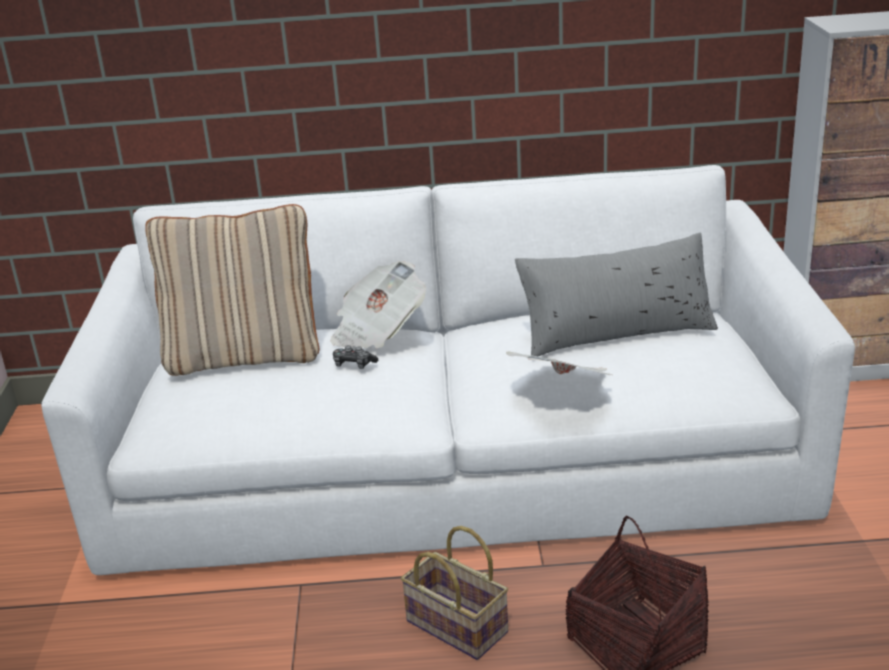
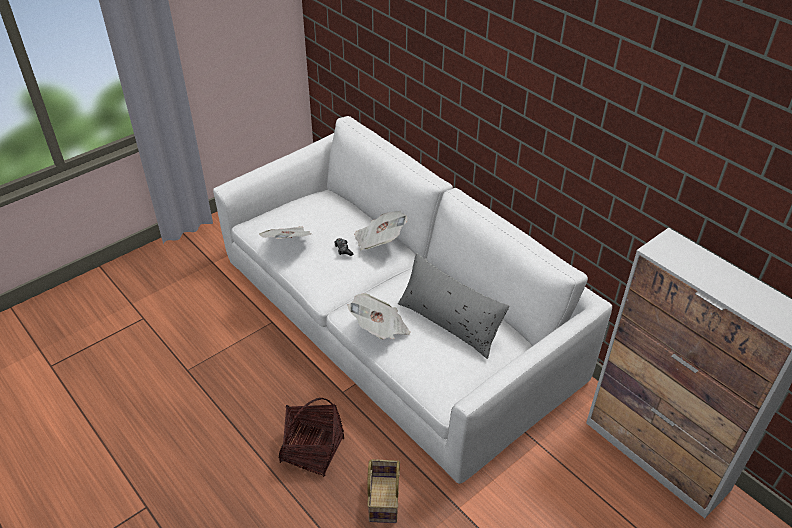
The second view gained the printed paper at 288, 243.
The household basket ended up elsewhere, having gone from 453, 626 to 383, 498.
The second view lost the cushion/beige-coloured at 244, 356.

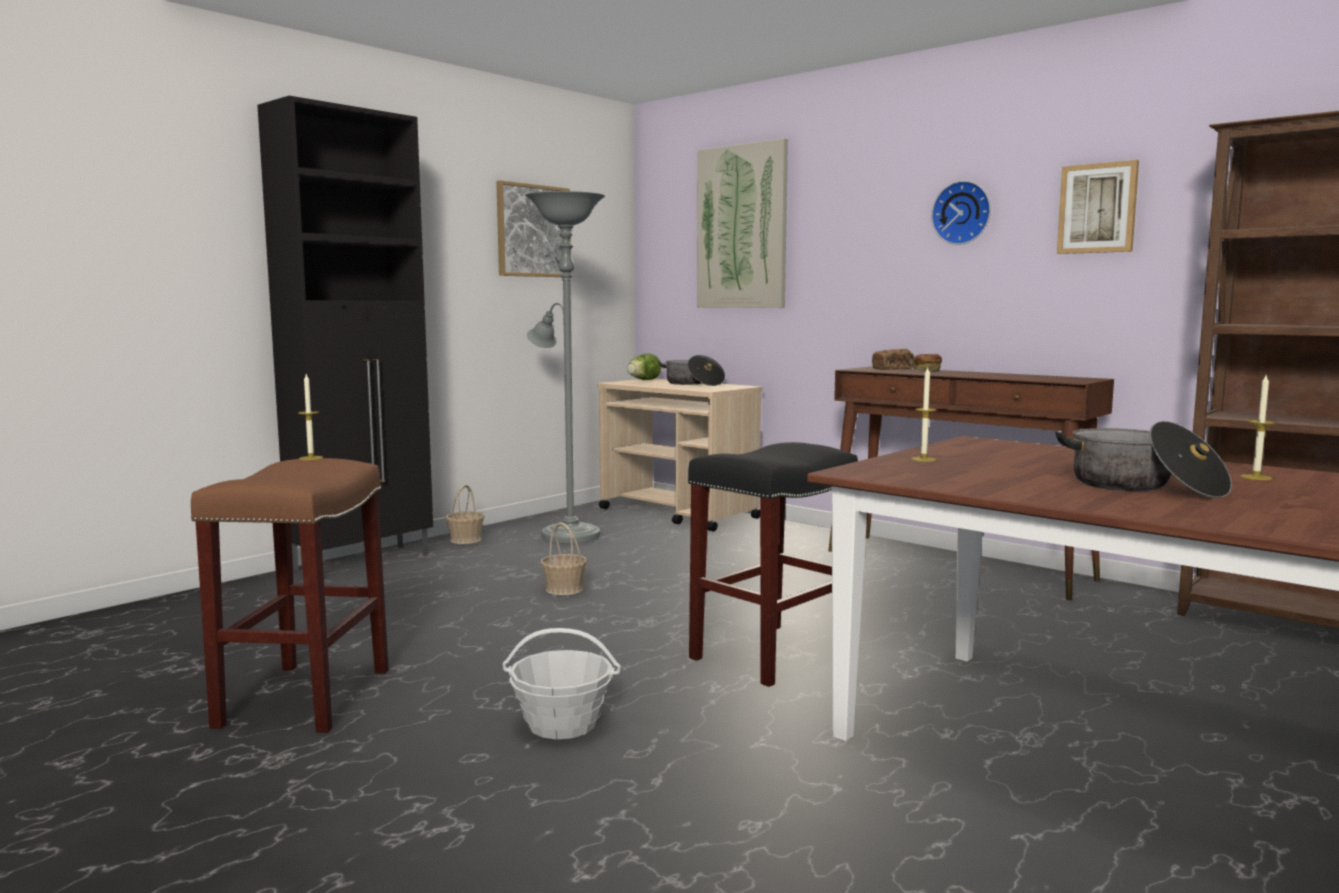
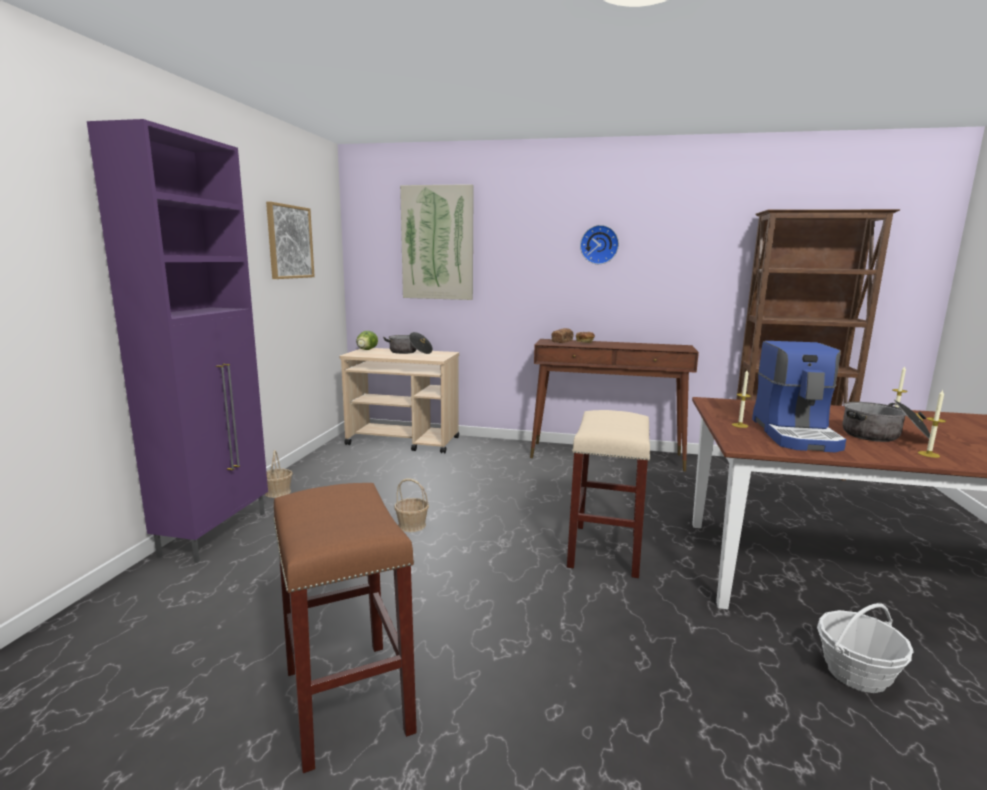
What was the cupboard/black-coloured at 365, 562 turned into the cupboard/purplish at 217, 533.
What was the sitting stool/black-coloured at 771, 653 turned into the sitting stool/beige-coloured at 604, 549.
The second view gained the coffee machine at 796, 434.
The household basket ended up elsewhere, having gone from 562, 724 to 856, 673.
The candle ended up elsewhere, having gone from 311, 458 to 928, 454.
The second view lost the floor lamp/gray at 566, 534.
The second view lost the wall art at 1097, 208.

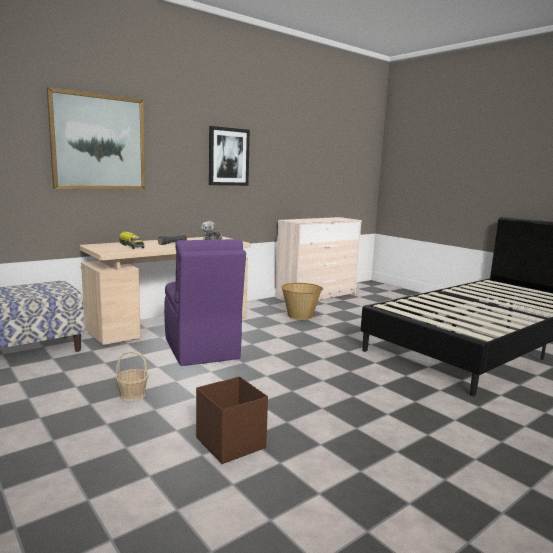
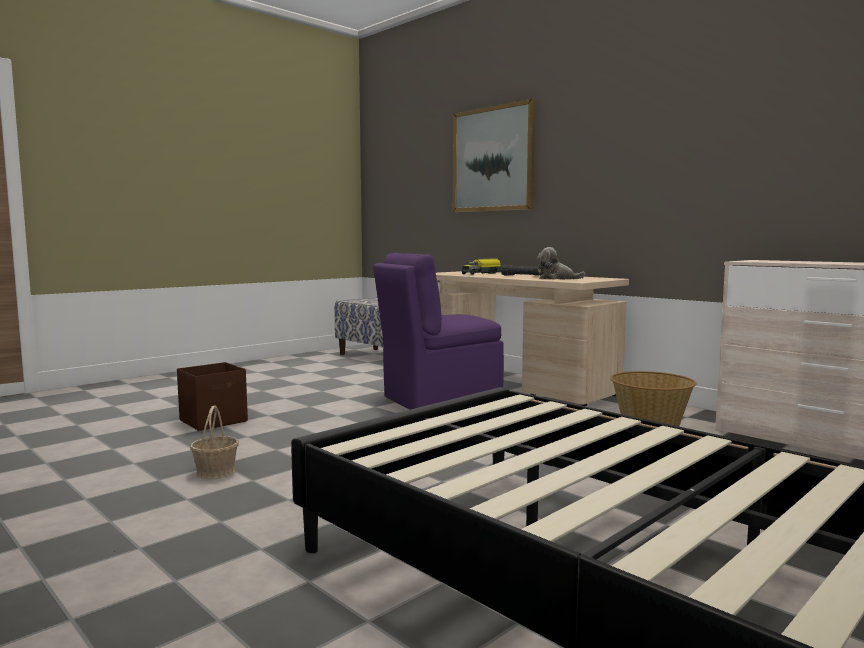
The household basket ended up elsewhere, having gone from 132, 394 to 216, 472.
The second view lost the wall art at 228, 157.

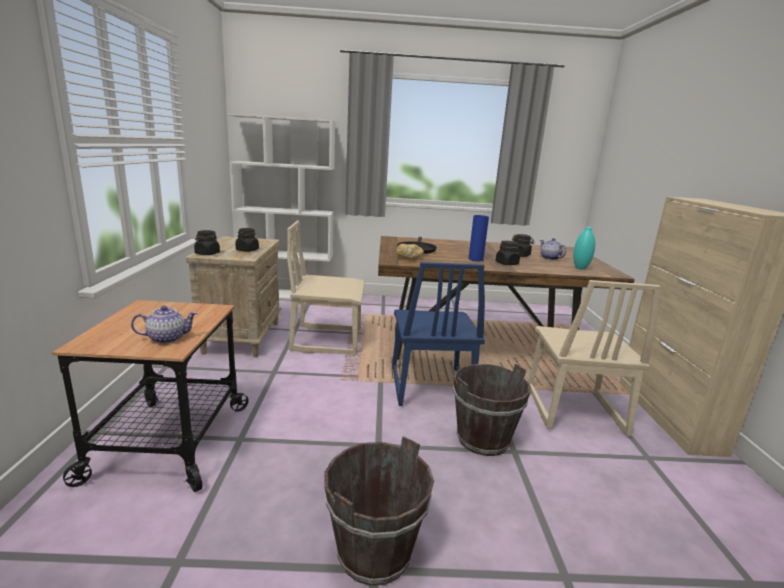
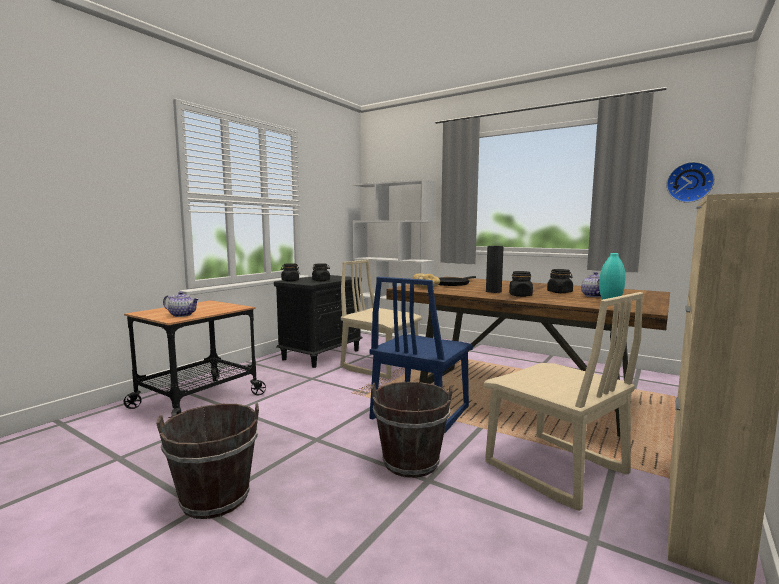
What was the night table/beige-coloured at 242, 337 turned into the night table/black-coloured at 321, 354.
The plain chair/beige-coloured at 572, 410 ended up facing another way, 75 degrees counterclockwise from before.
What was the decorative vase/bluish at 475, 259 turned into the decorative vase/black-coloured at 493, 291.
The second view gained the hanging clock at 689, 182.

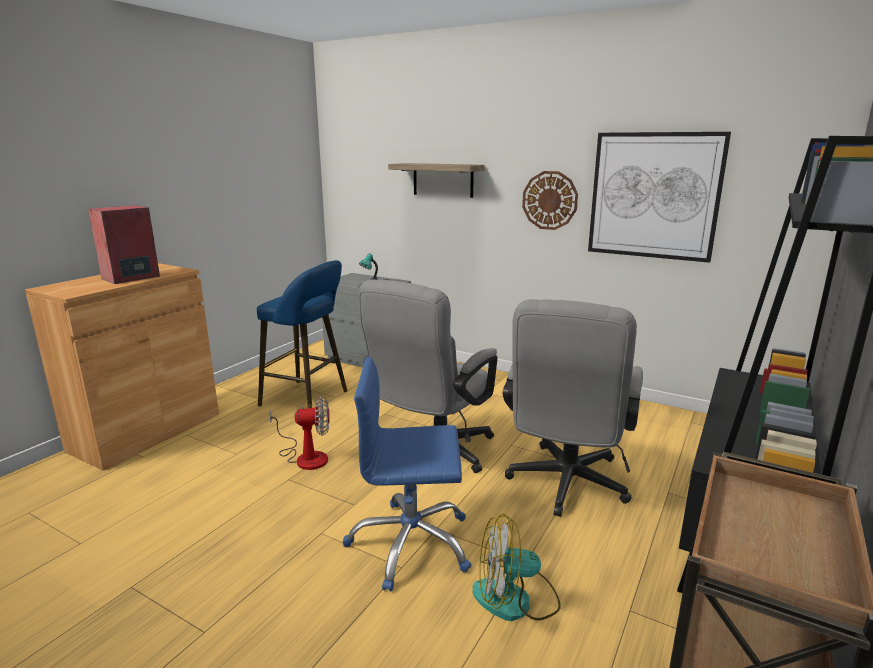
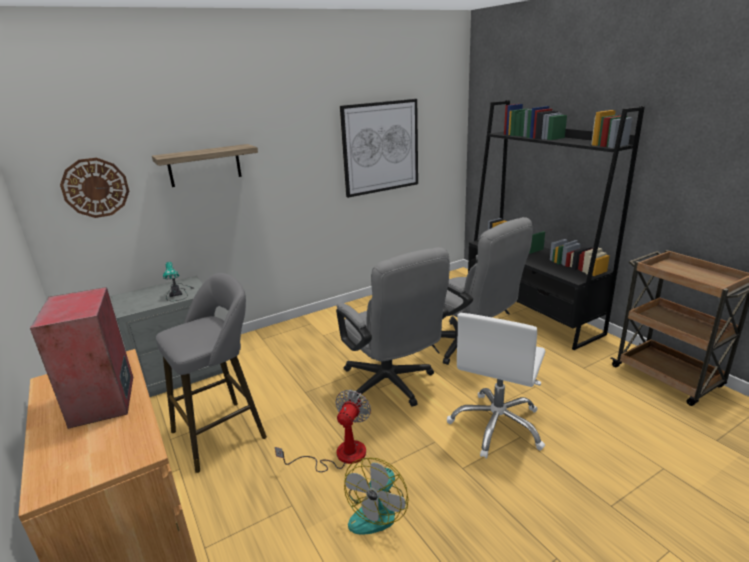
The hanging clock ended up elsewhere, having gone from 549, 200 to 95, 188.
What was the sitting stool/bluish at 308, 399 turned into the sitting stool/gray at 224, 432.
The cooling fan ended up elsewhere, having gone from 515, 599 to 377, 510.
What was the computer chair/bluish at 410, 544 turned into the computer chair/white at 497, 426.

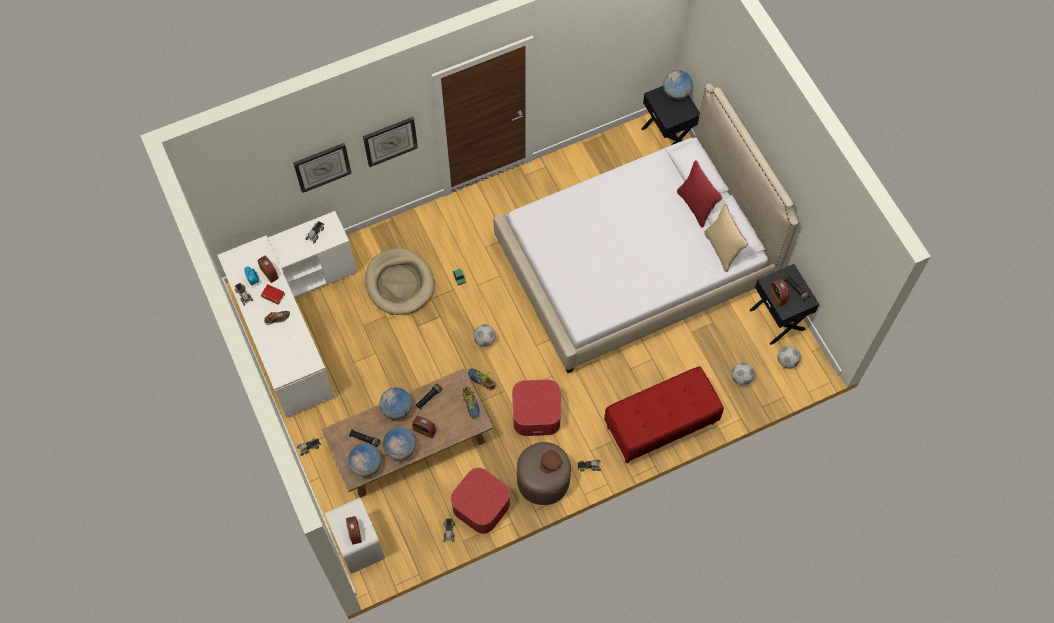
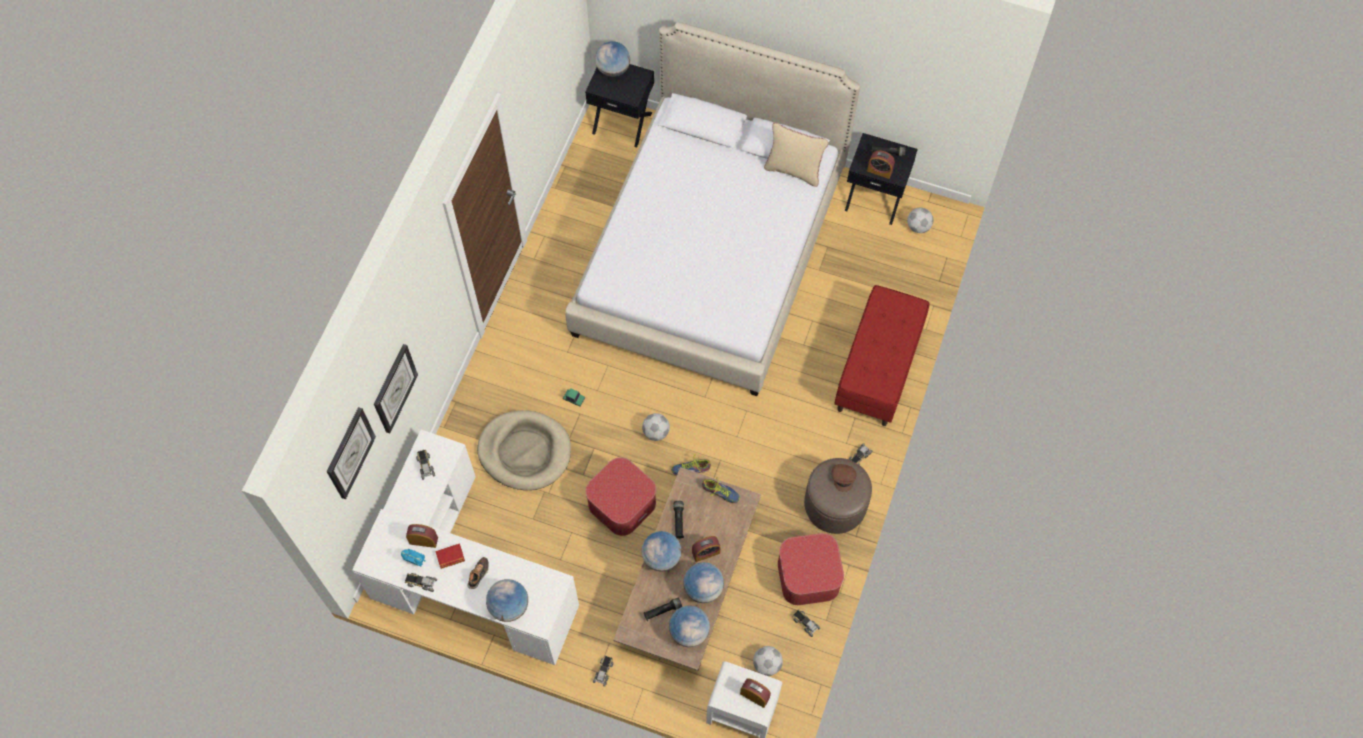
The hanging clock ended up elsewhere, having gone from 390, 141 to 349, 453.
The second view gained the globe at 509, 606.
The pouffe ended up elsewhere, having gone from 536, 413 to 622, 503.
The ball for football ended up elsewhere, having gone from 741, 378 to 766, 664.
The second view lost the cushion/red-coloured at 696, 206.

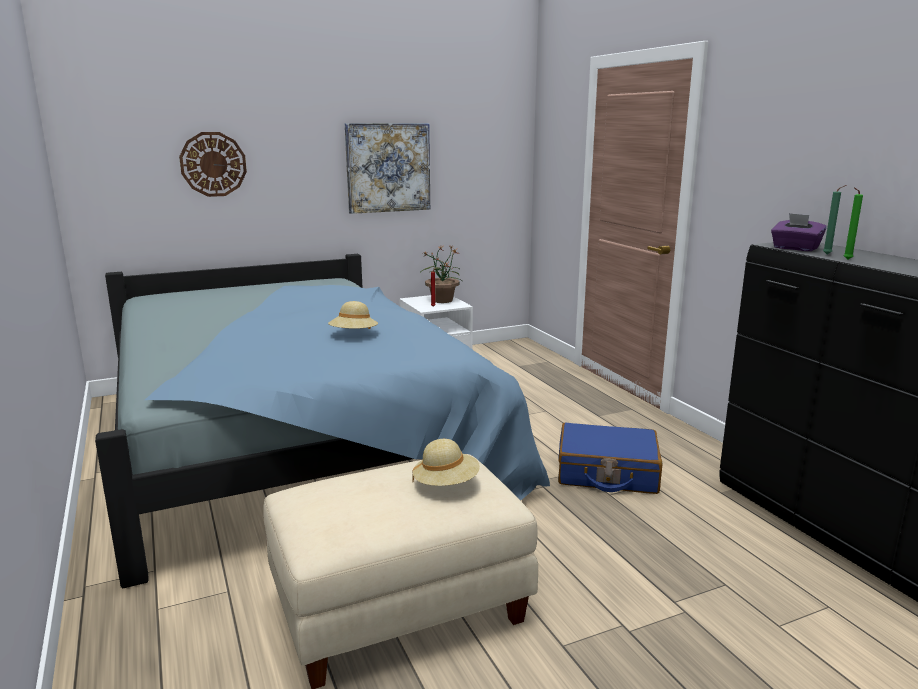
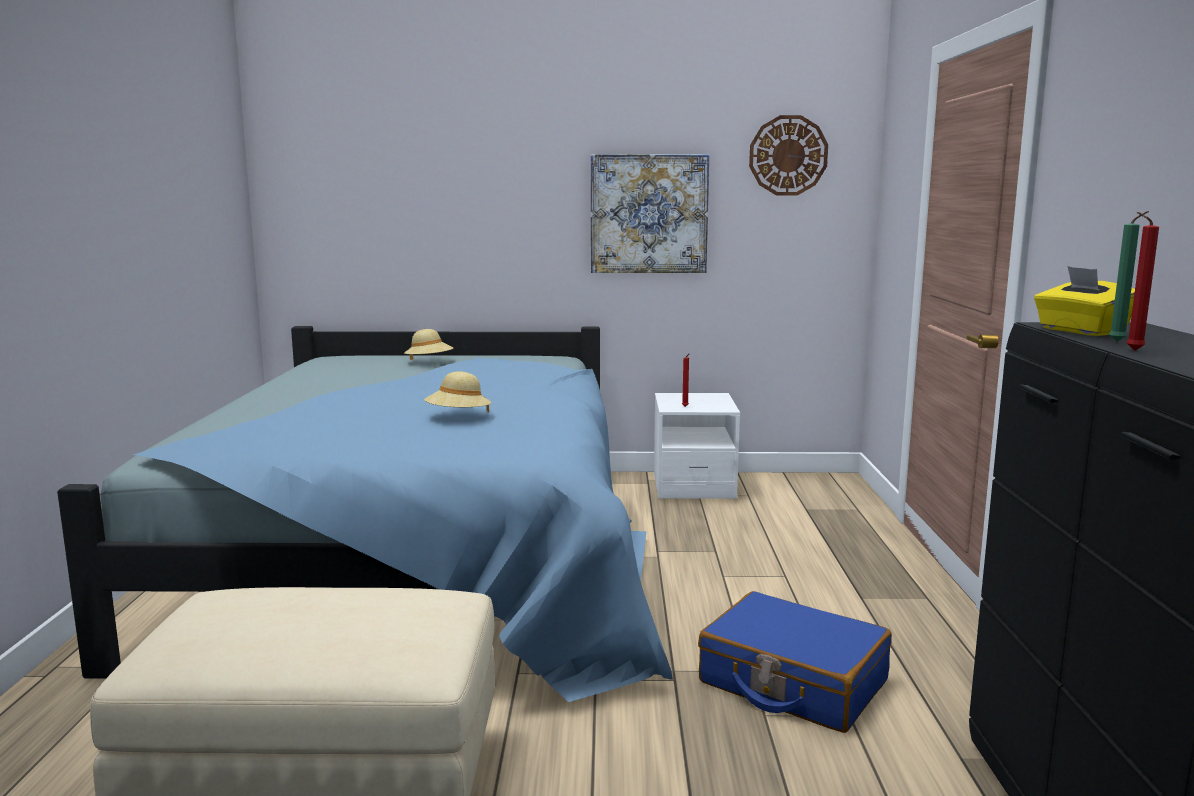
The clothing hat/beige-coloured ended up elsewhere, having gone from 446, 484 to 429, 362.
The hanging clock ended up elsewhere, having gone from 213, 164 to 788, 155.
What was the box of tissues/purplish at 795, 248 turned into the box of tissues/yellow-coloured at 1080, 331.
What was the candle/green-coloured at 846, 259 turned into the candle/red-coloured at 1131, 350.
The second view lost the plant in a pot at 442, 300.

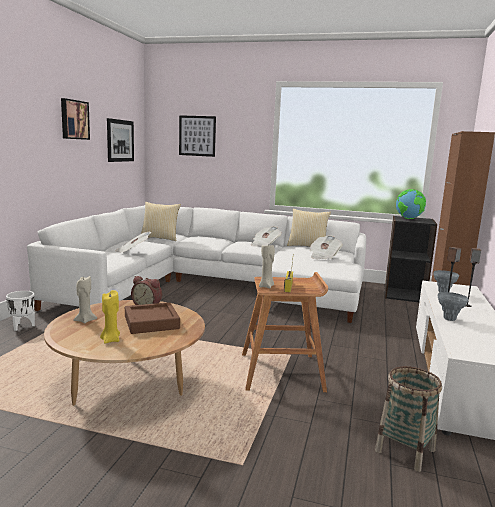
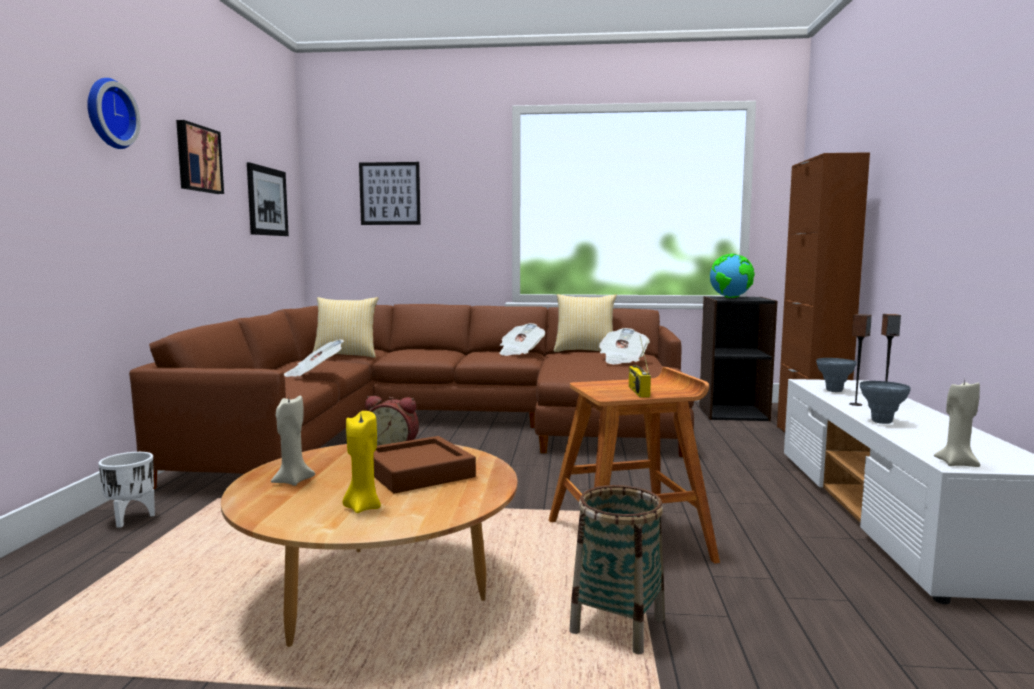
The second view gained the hanging clock at 108, 114.
What was the settee/white at 212, 287 turned into the settee/brownish at 442, 427.
The household basket ended up elsewhere, having gone from 405, 450 to 618, 626.
The candle/beige-coloured ended up elsewhere, having gone from 266, 286 to 956, 463.

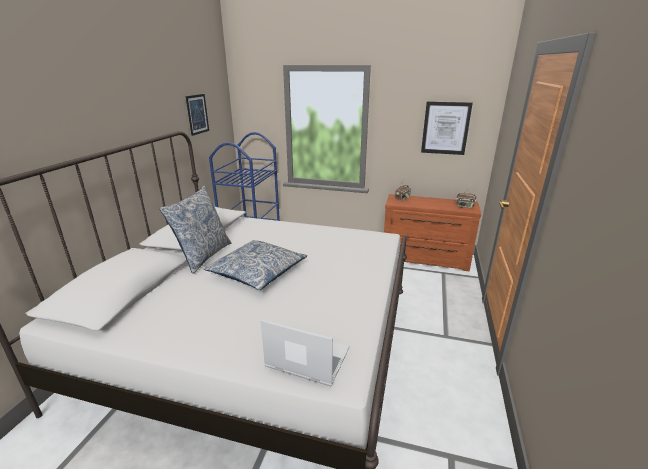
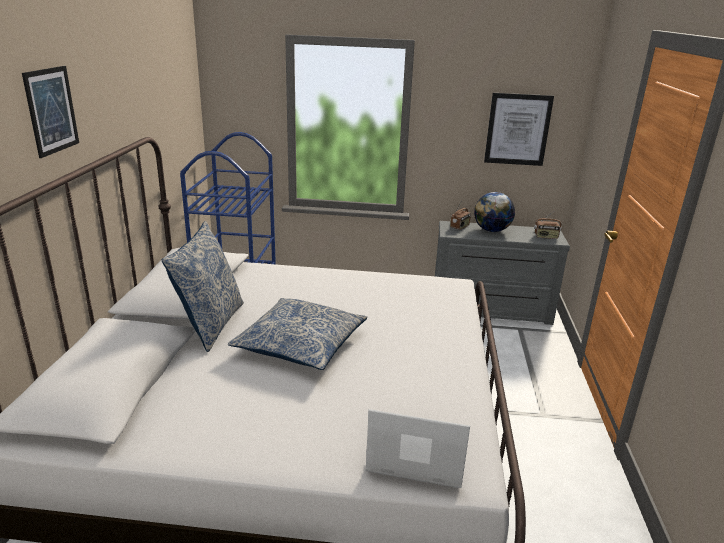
The wall art ended up elsewhere, having gone from 197, 114 to 51, 110.
What was the chest of drawers/brownish at 424, 259 turned into the chest of drawers/gray at 491, 310.
The second view gained the globe at 491, 230.

